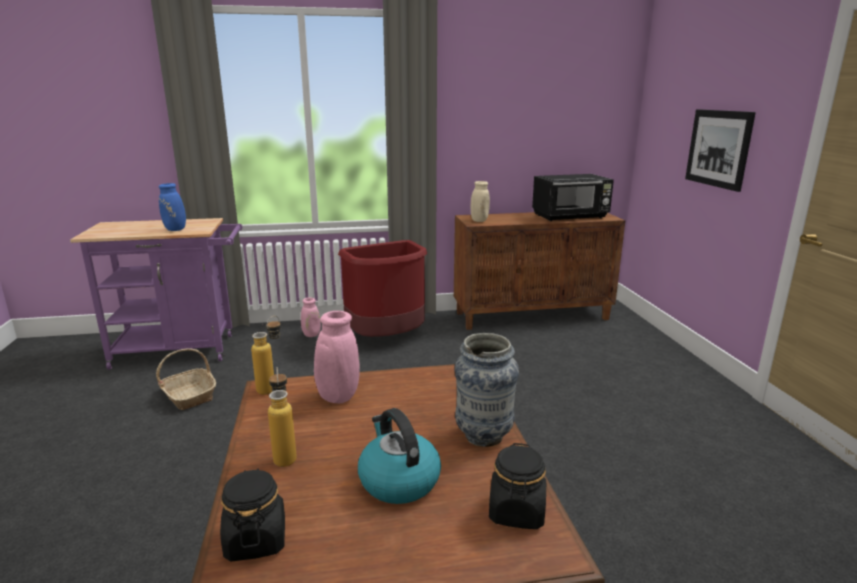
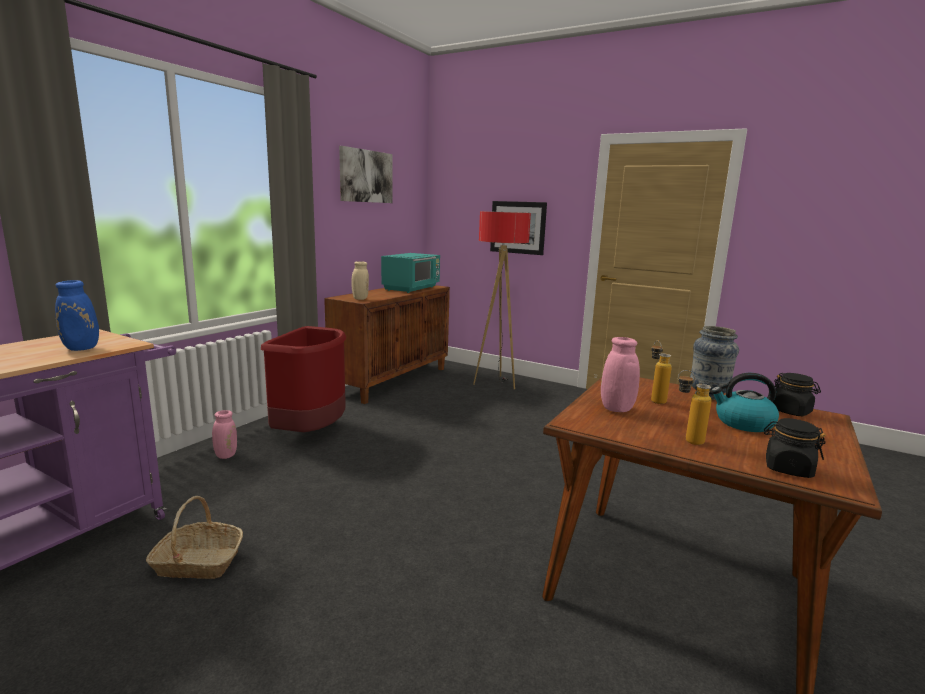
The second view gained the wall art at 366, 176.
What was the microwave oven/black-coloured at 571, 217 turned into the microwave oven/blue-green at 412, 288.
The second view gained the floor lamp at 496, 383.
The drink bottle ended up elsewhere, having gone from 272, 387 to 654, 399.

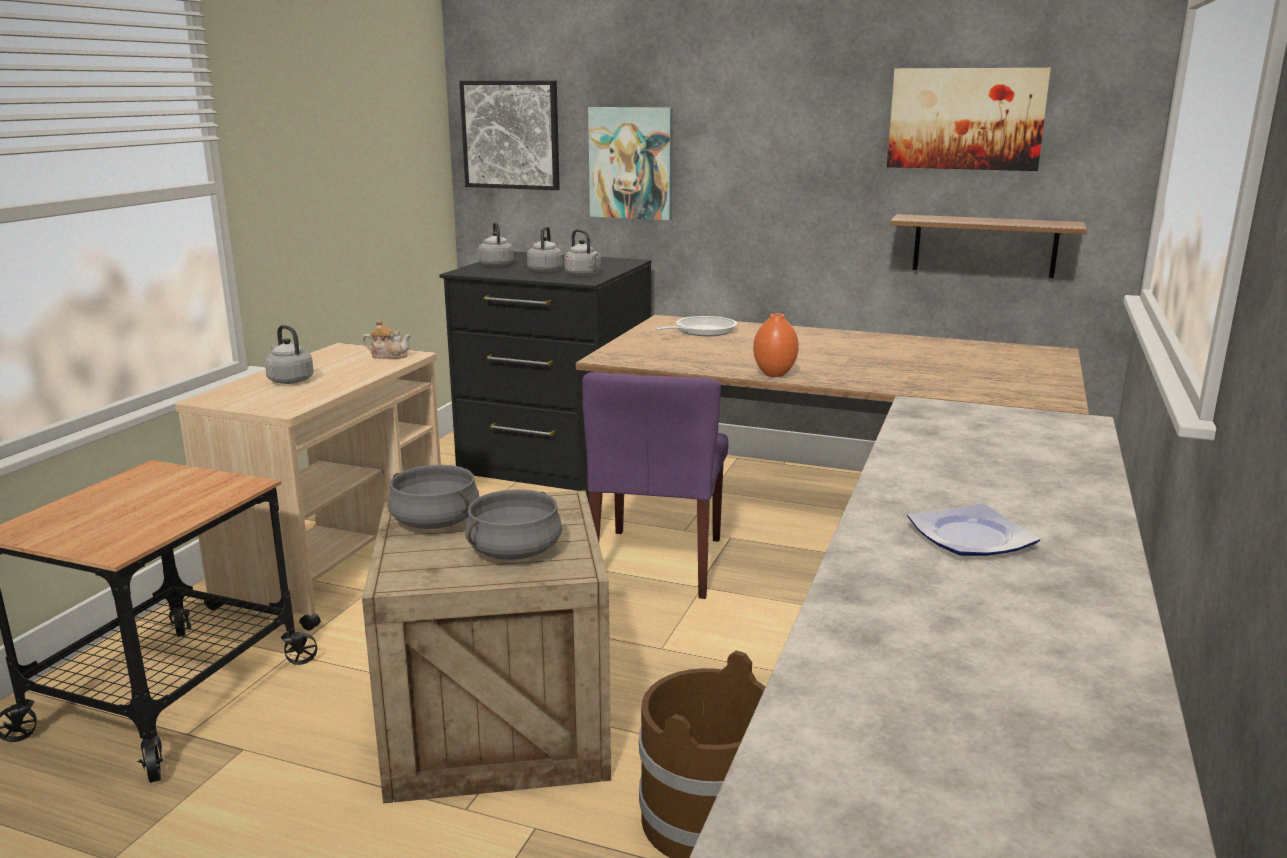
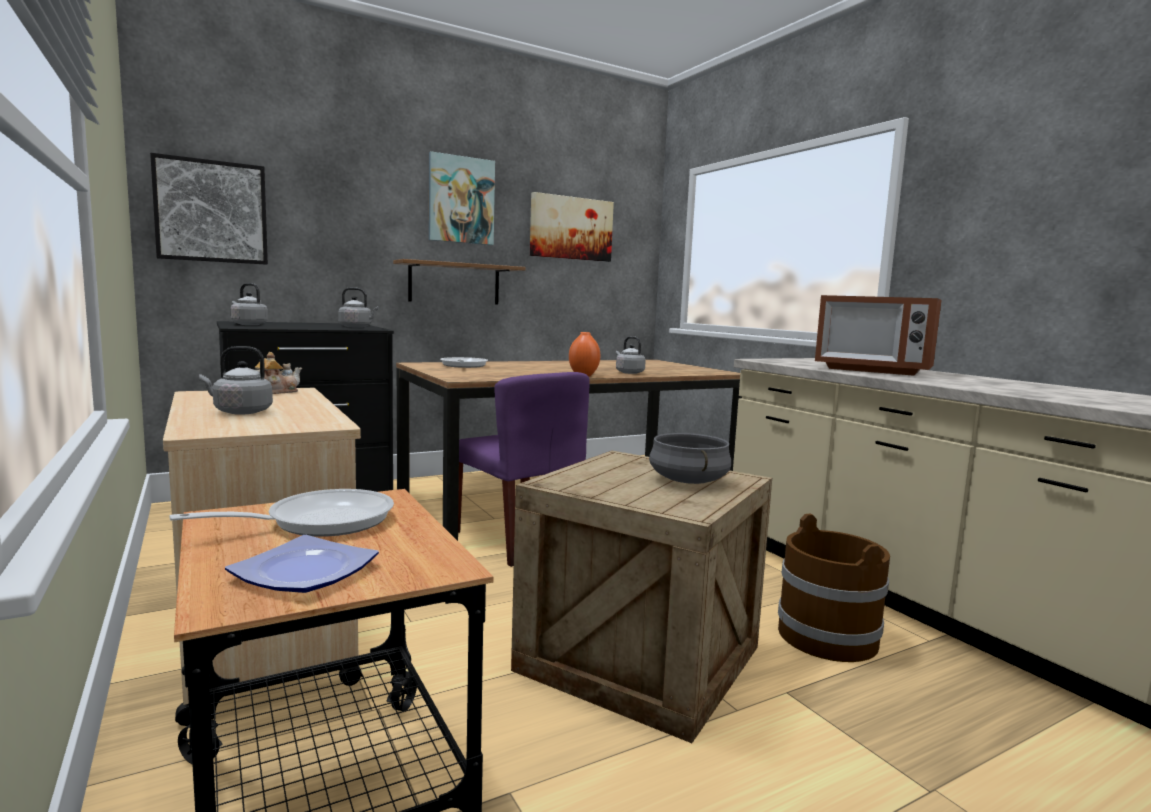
The second view gained the frying pan at 319, 521.
The dinner plate ended up elsewhere, having gone from 970, 539 to 305, 573.
The shelf ended up elsewhere, having gone from 984, 246 to 454, 283.
The wall art ended up elsewhere, having gone from 631, 163 to 461, 200.
The tea kettle/gray ended up elsewhere, having gone from 545, 270 to 628, 372.
The second view gained the microwave oven at 873, 370.
The second view lost the saucepot/gray at 434, 522.

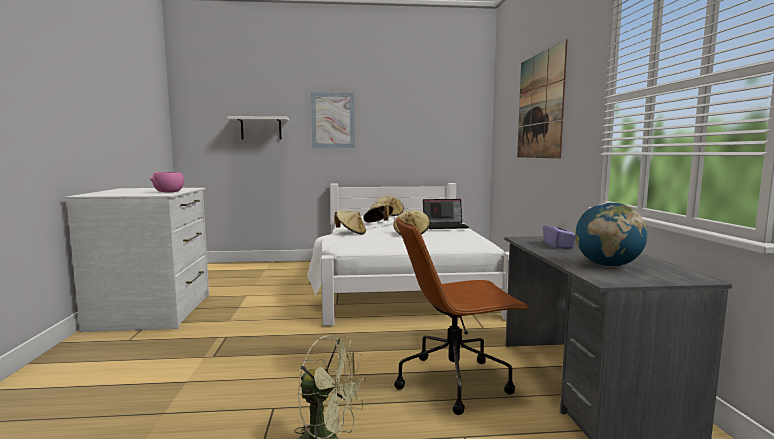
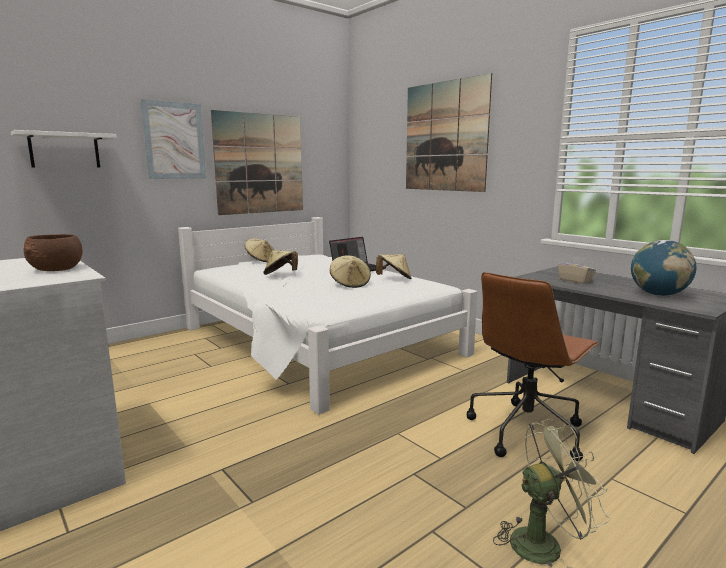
What was the deep dish/pink-coloured at 168, 192 turned into the deep dish/brownish at 56, 269.
The second view gained the wall art at 260, 164.
The clothing hat/beige-coloured ended up elsewhere, having gone from 351, 233 to 394, 279.
What was the box of tissues/purplish at 558, 246 turned into the box of tissues/beige-coloured at 575, 281.

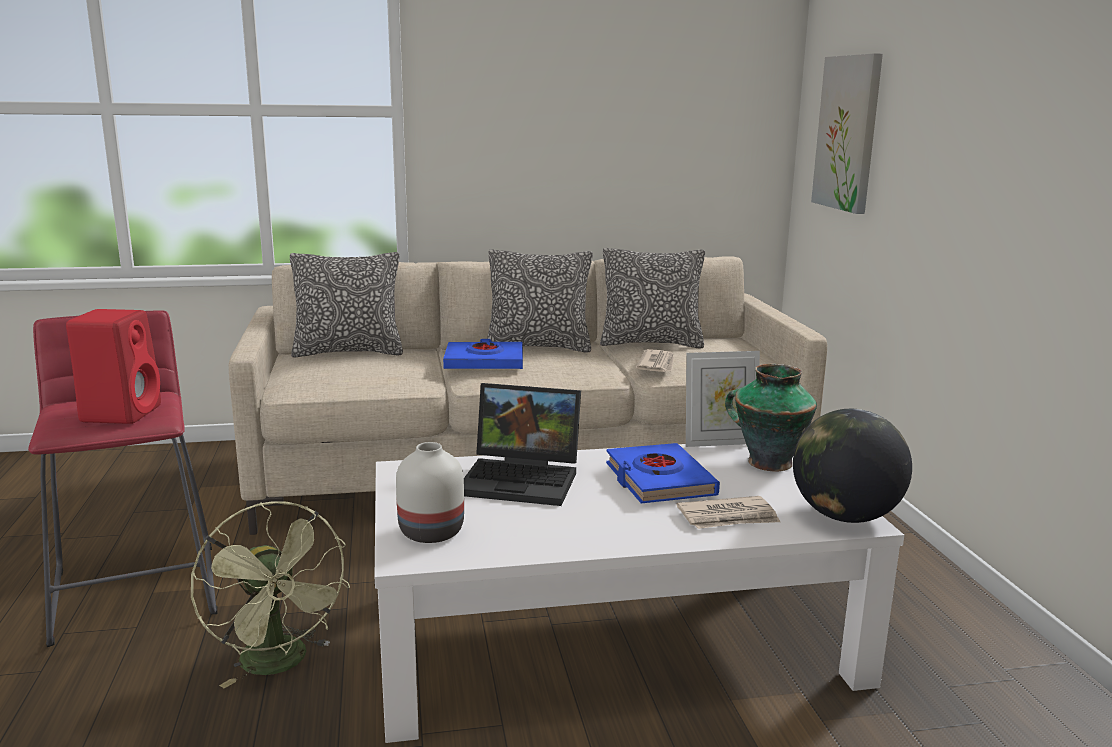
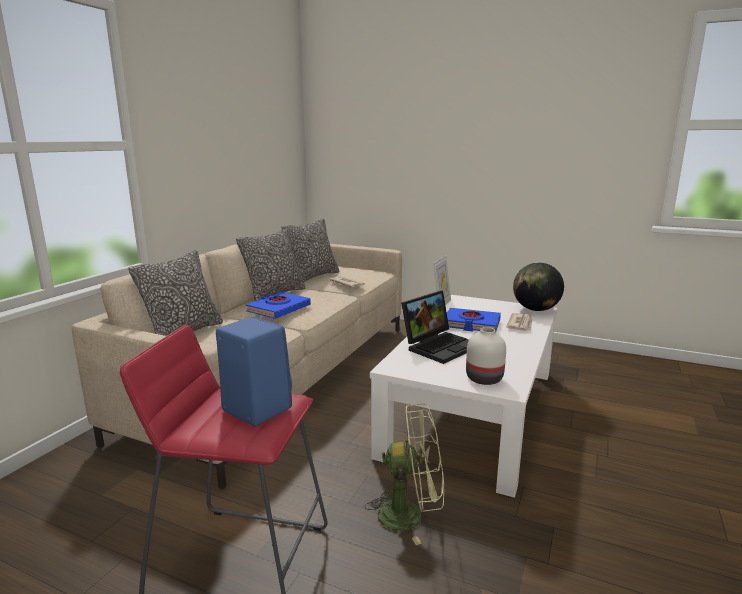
What was the speaker/red-coloured at 122, 413 turned into the speaker/bluish at 255, 409.
The second view lost the decorative vase at 767, 462.
The second view lost the wall art at 848, 133.

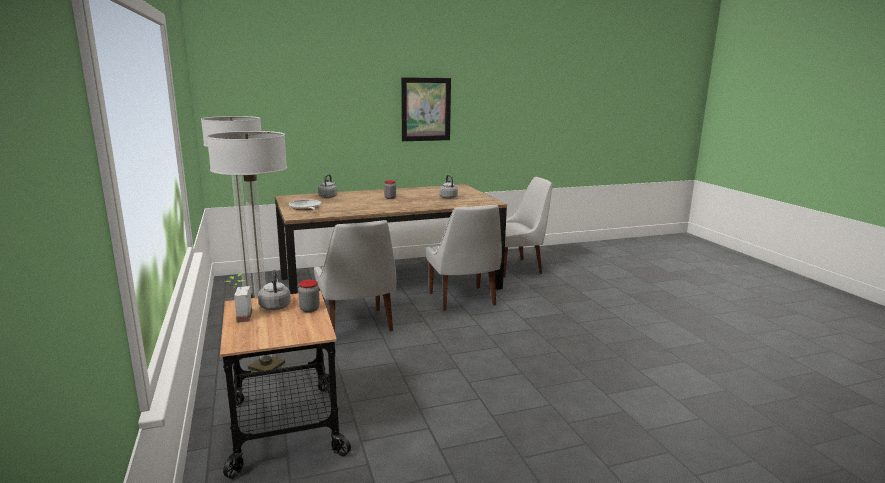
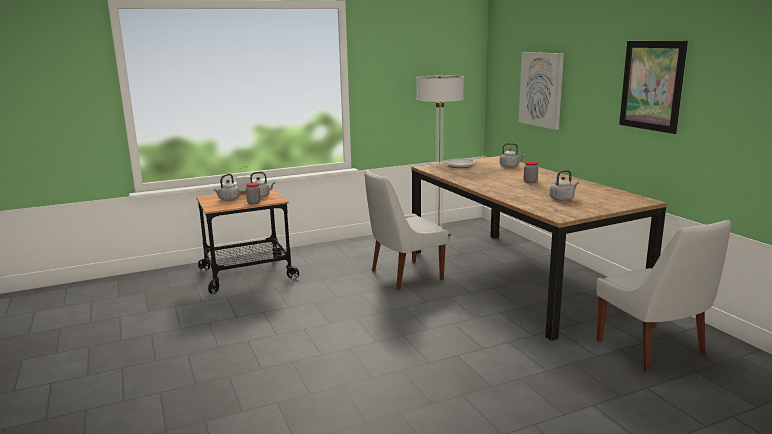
The second view gained the tea kettle/gray at 228, 199.
The second view gained the wall art at 541, 89.
The second view lost the floor lamp at 266, 366.
The second view lost the plain chair/white at 463, 300.

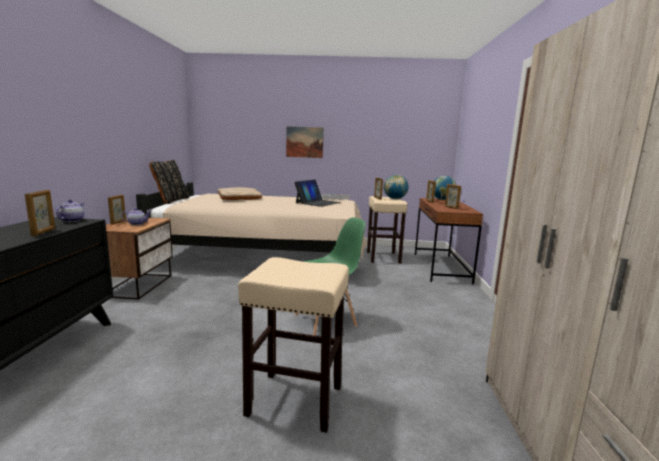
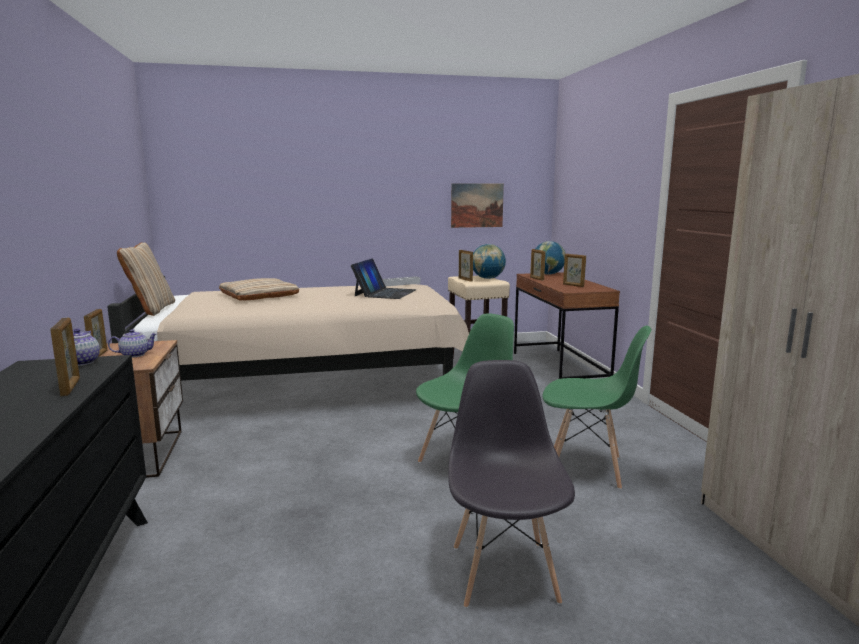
What was the cushion/black-coloured at 171, 200 turned into the cushion/beige-coloured at 151, 309.
Where the sitting stool/beige-coloured stood at 296, 400, the plain chair/gray came to stand at 504, 572.
The wall art ended up elsewhere, having gone from 304, 142 to 477, 205.
The second view gained the plain chair/green-coloured at 586, 468.

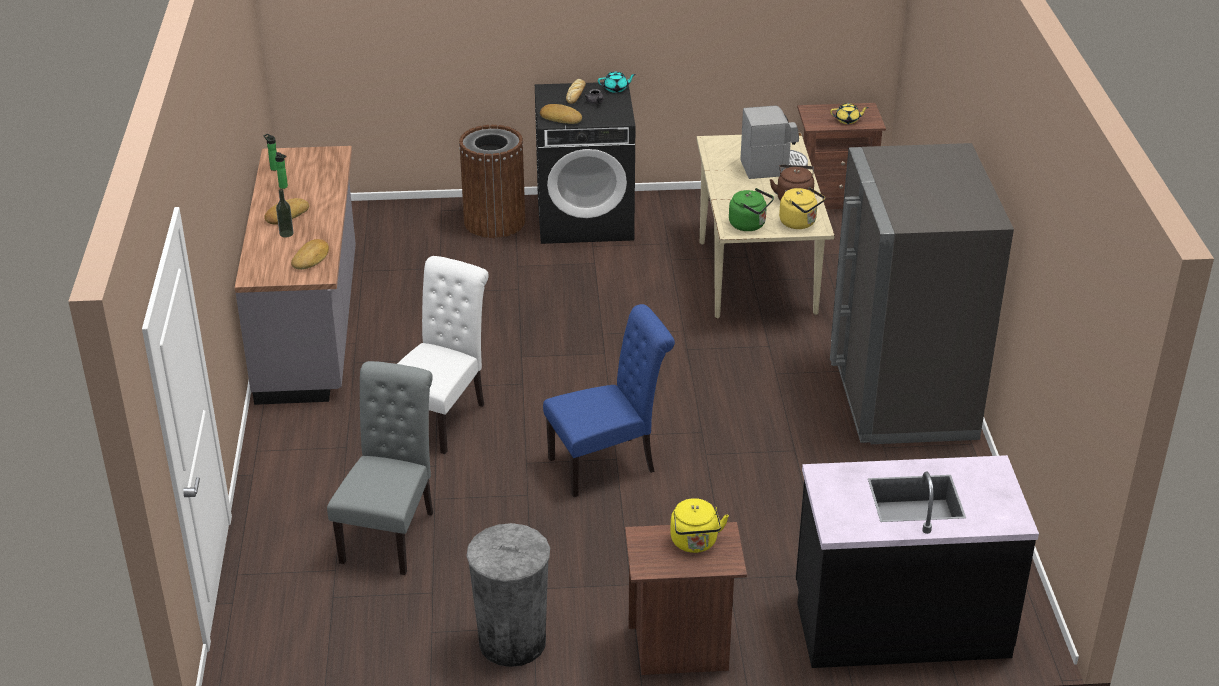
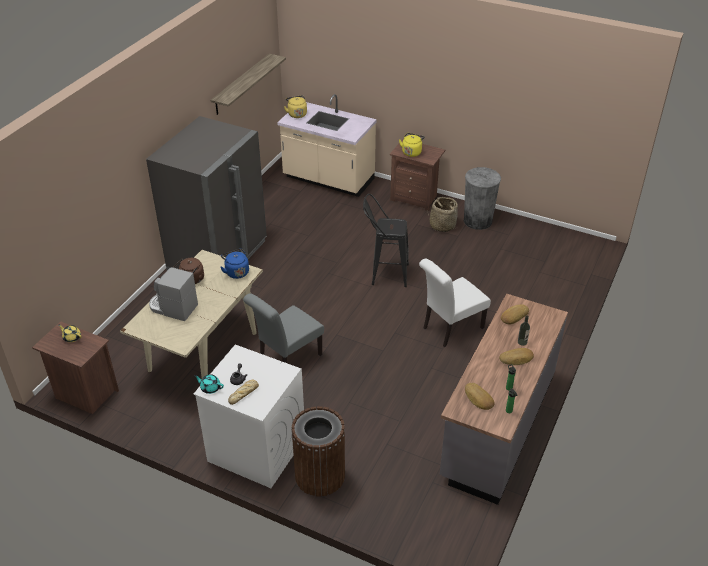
What was the laundry appliance/black-coloured at 586, 219 turned into the laundry appliance/white at 256, 449.
The second view gained the shelf at 241, 84.
What was the tea kettle/green-coloured at 749, 225 turned into the tea kettle/bluish at 236, 272.
The plain chair/gray ended up elsewhere, having gone from 391, 532 to 287, 360.
What was the kitchen base unit/black-coloured at 900, 622 turned into the kitchen base unit/beige-coloured at 328, 179.
The tea kettle/yellow-coloured ended up elsewhere, having gone from 800, 223 to 296, 114.
Where the plain chair/bluish stood at 608, 464, the sitting stool/black-coloured came to stand at 385, 274.
The second view gained the household basket at 442, 225.
The bakery bread ended up elsewhere, having gone from 561, 118 to 478, 399.

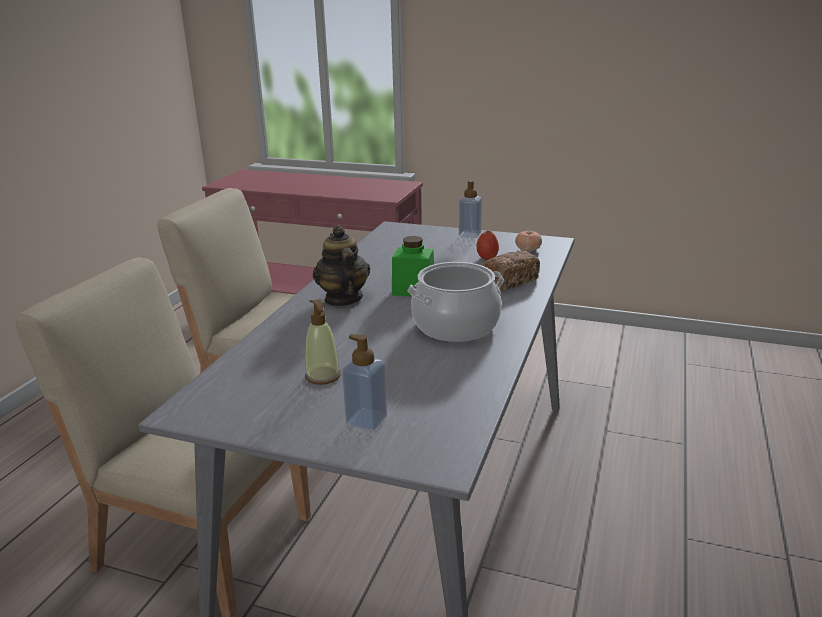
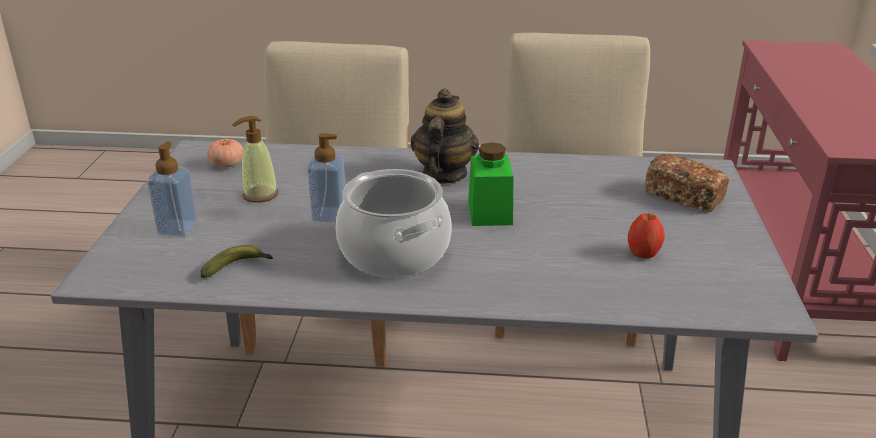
The second view gained the whole banana at 238, 267.
The fresh tomato ended up elsewhere, having gone from 528, 249 to 227, 164.
The soap dispenser ended up elsewhere, having gone from 470, 234 to 329, 215.
The teapot at 343, 299 ended up facing another way, 45 degrees counterclockwise from before.
The bakery bread ended up elsewhere, having gone from 509, 282 to 684, 197.

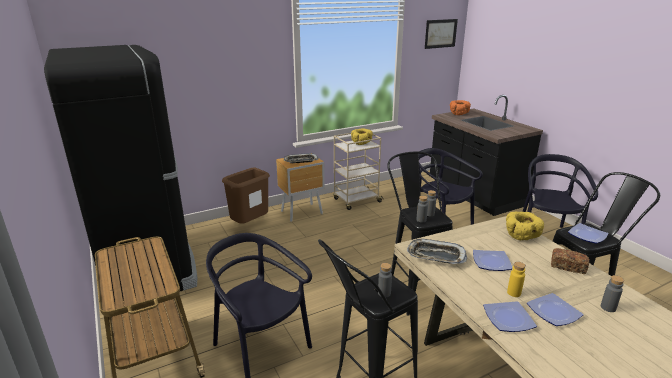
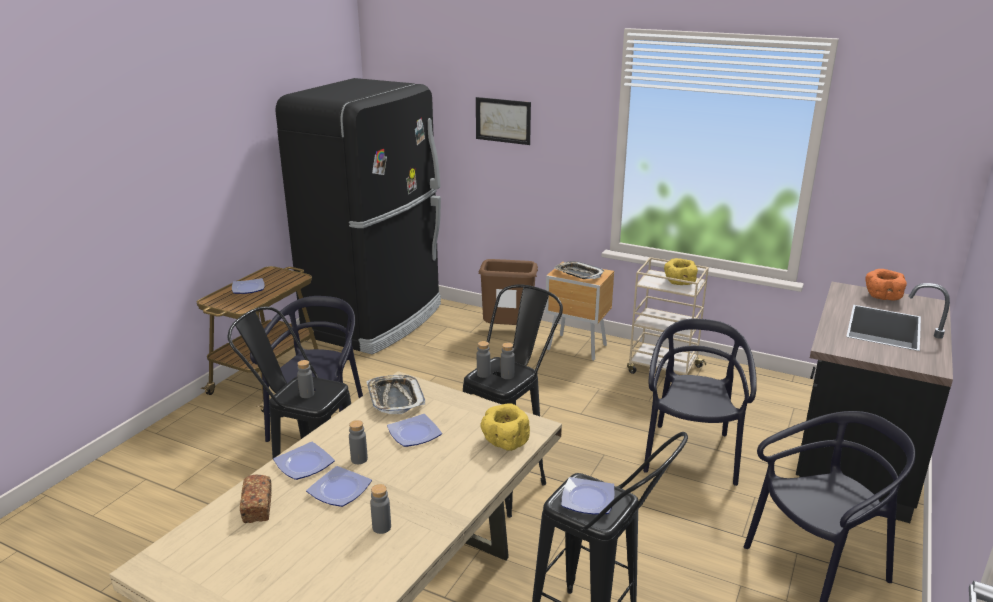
The second view gained the dinner plate at 249, 289.
The bakery bread ended up elsewhere, having gone from 568, 267 to 258, 507.
What was the drink bottle/yellow-coloured at 514, 293 turned into the drink bottle/gray at 359, 459.
The wall art ended up elsewhere, having gone from 440, 33 to 503, 120.

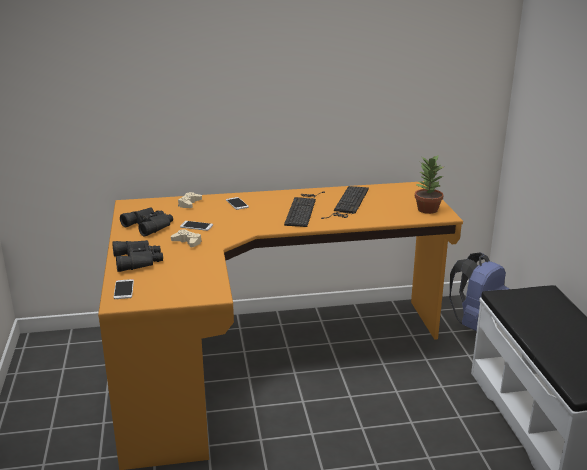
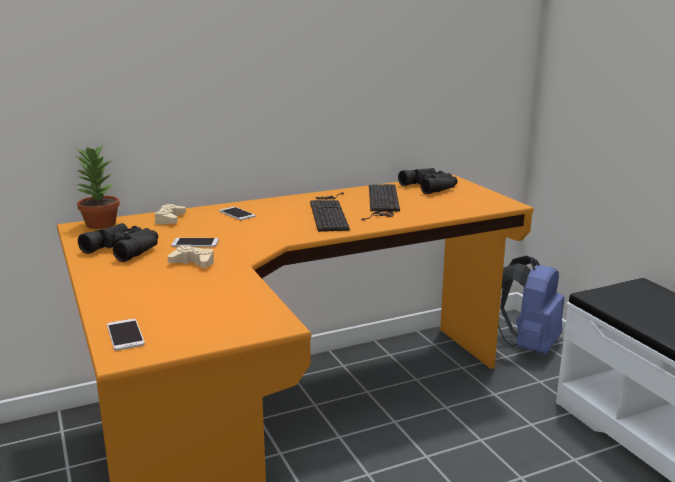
The plant in a pot ended up elsewhere, having gone from 427, 209 to 100, 224.
The binoculars/black-coloured ended up elsewhere, having gone from 139, 260 to 431, 186.

